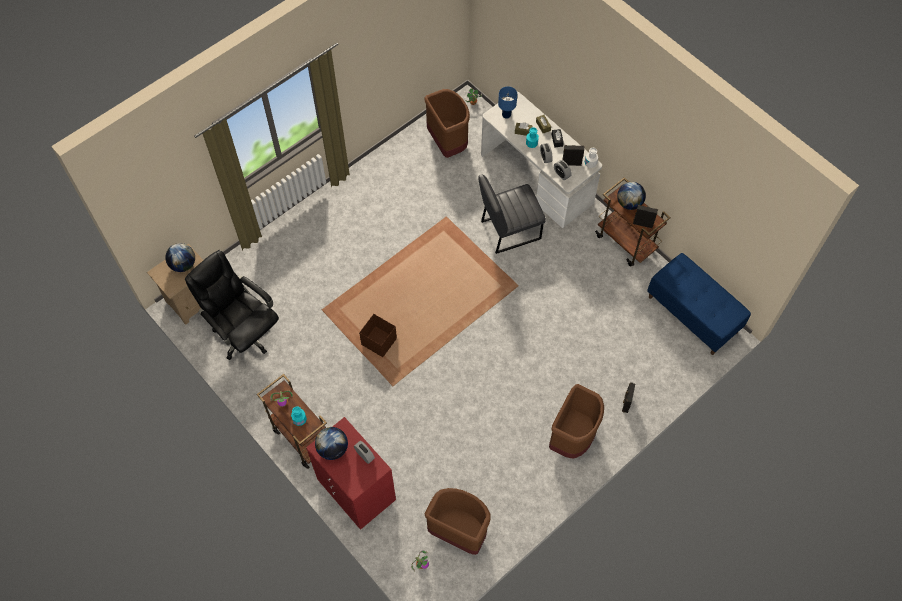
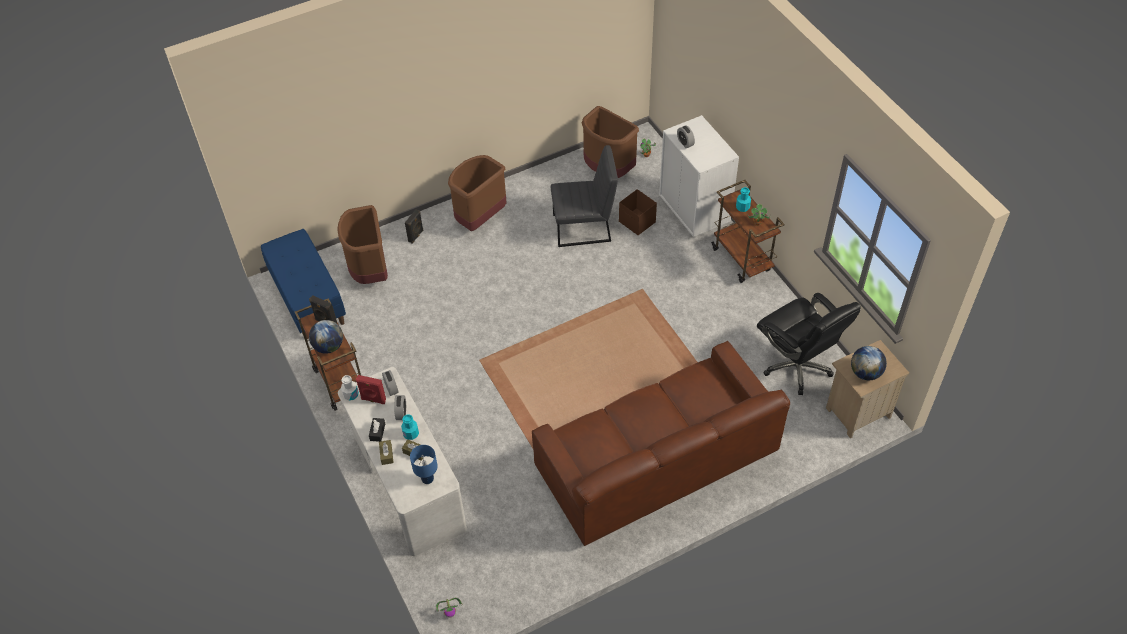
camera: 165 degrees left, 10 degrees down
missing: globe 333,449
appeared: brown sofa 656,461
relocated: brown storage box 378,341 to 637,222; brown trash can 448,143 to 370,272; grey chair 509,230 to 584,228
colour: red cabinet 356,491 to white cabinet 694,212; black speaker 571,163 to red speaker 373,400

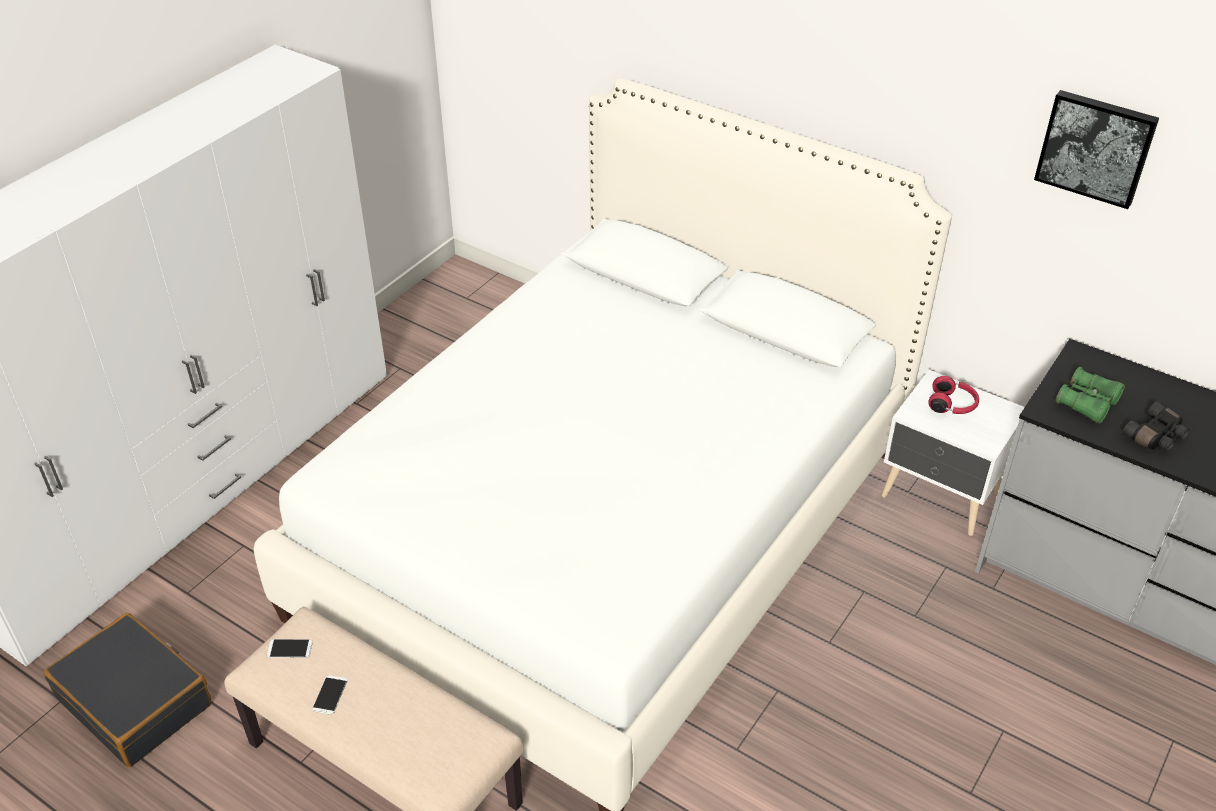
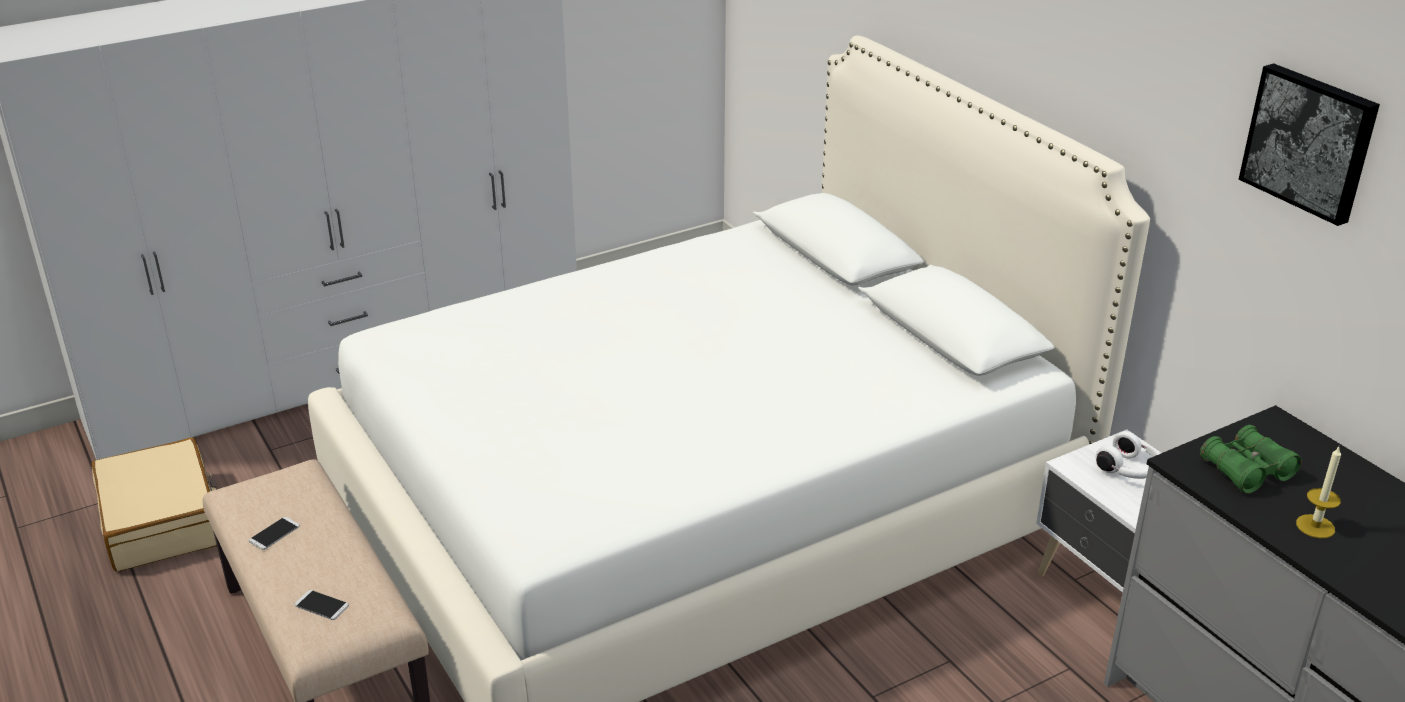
camera: 25 degrees right, 10 degrees down
relocated: phone 290,649 to 321,605
exchanged: black binoculars 1156,436 to candle 1315,526
colour: black suitcase 135,701 to beige suitcase 162,521; red headphones 952,405 to white headphones 1130,470

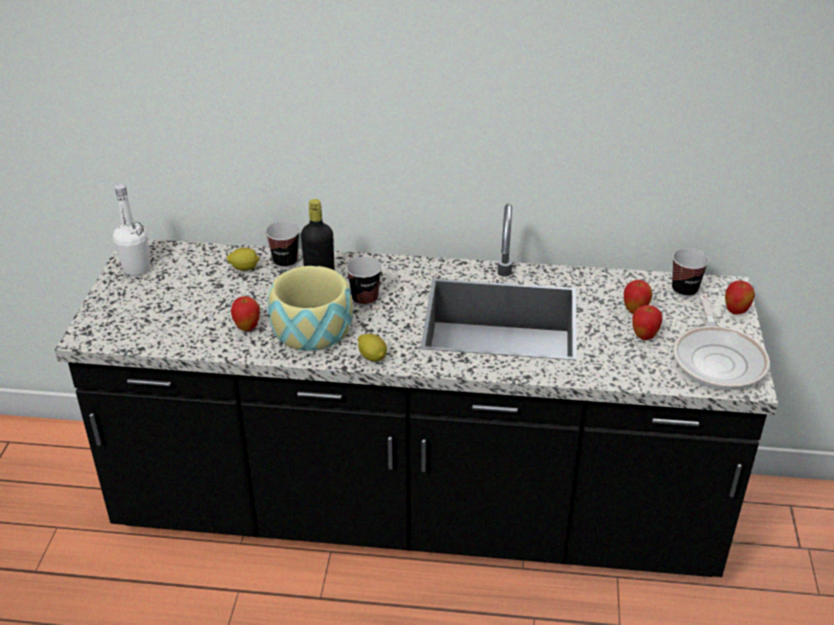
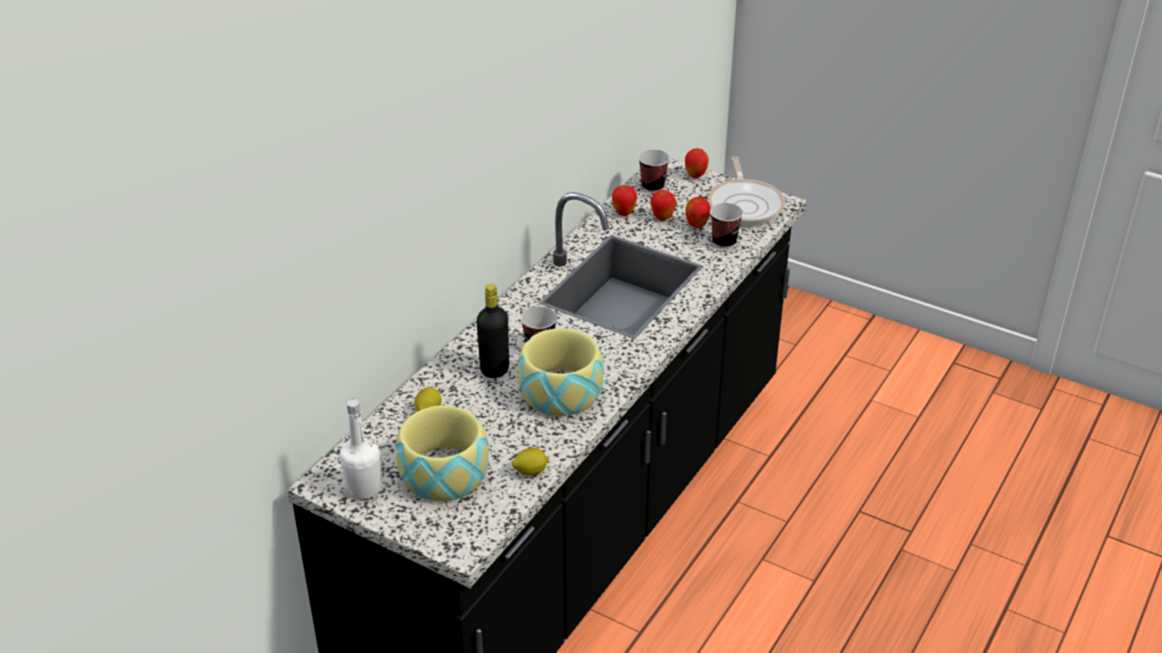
camera: 65 degrees left, 0 degrees up
appeared: bowl 444,473
relocated: apple 247,328 to 624,213; cup 285,261 to 724,242; lemon 372,357 to 530,471
spun: frying pan 718,359 = 745,204 60 degrees clockwise

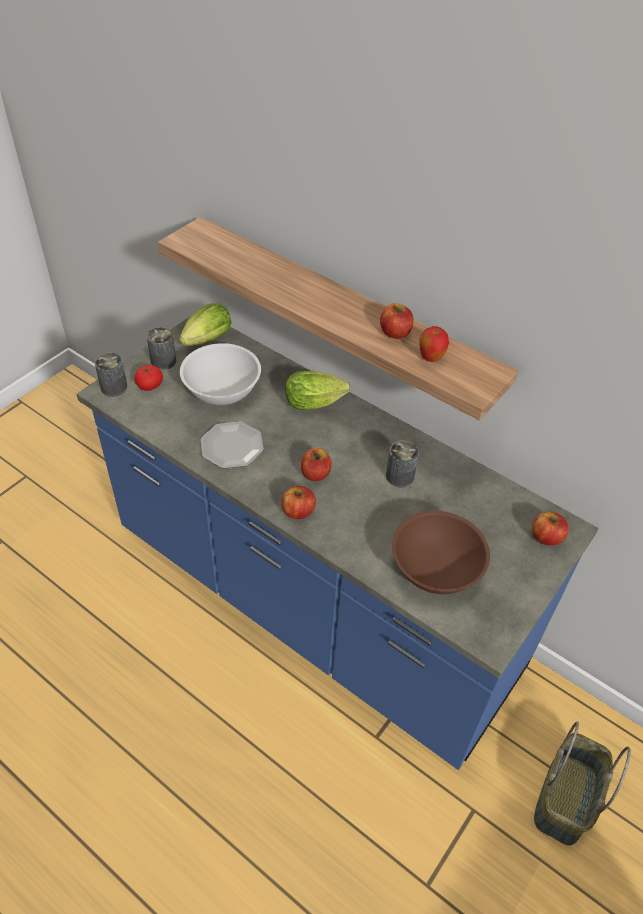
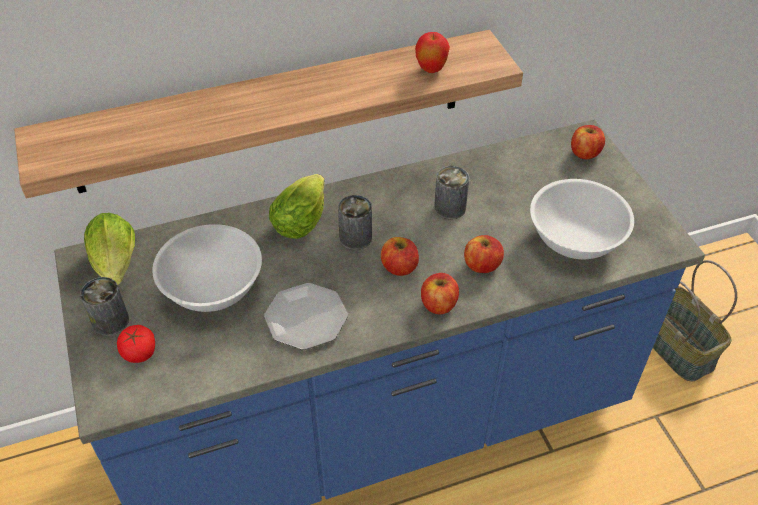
camera: 55 degrees left, 0 degrees up
relocated: can 114,387 to 355,237; apple 395,333 to 482,265
colour: brown bowl 436,570 to white bowl 576,239

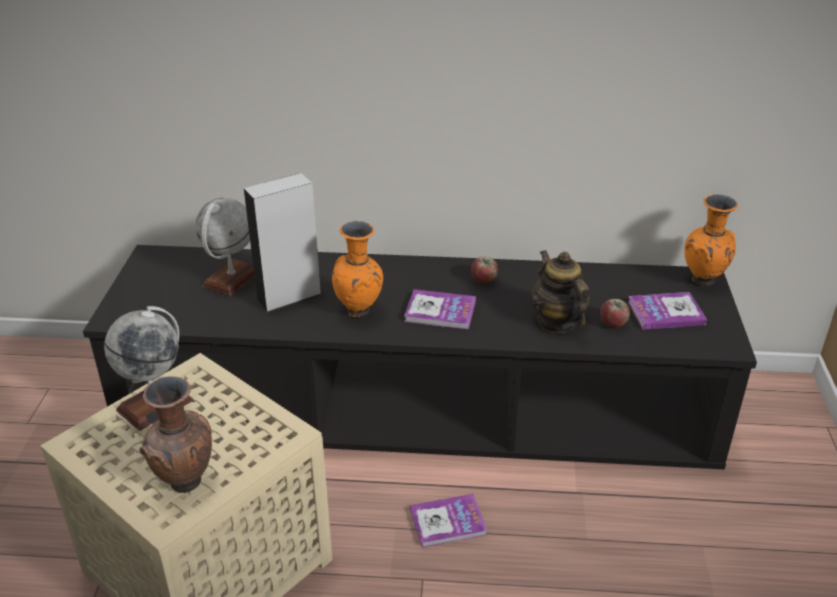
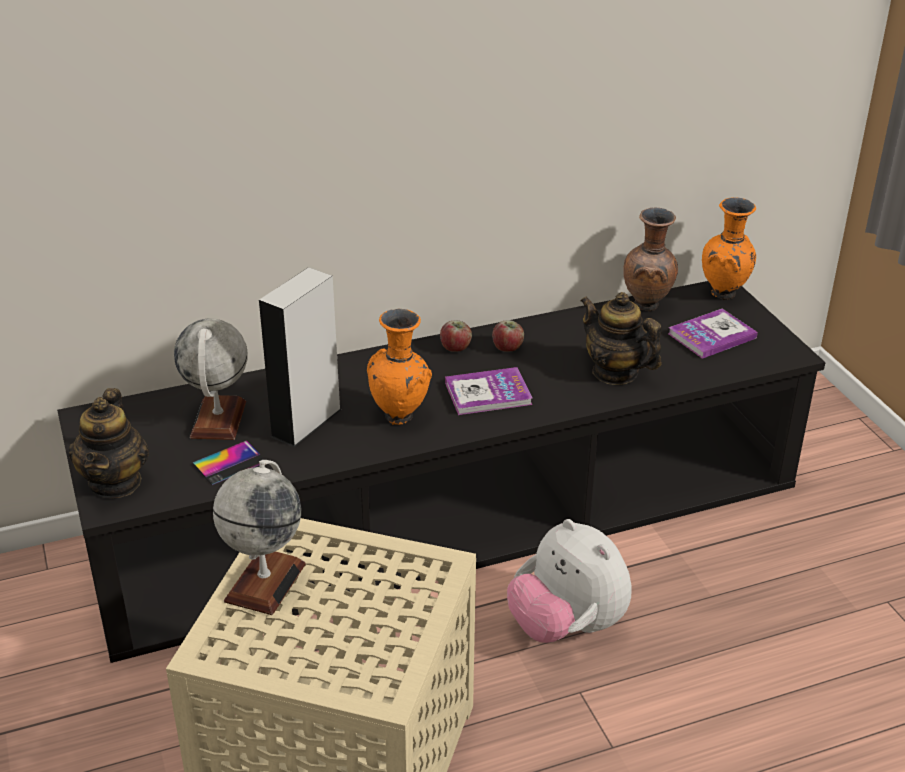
camera: 25 degrees left, 0 degrees up
appeared: teapot 115,482; phone 229,463
relocated: brown vase 186,484 to 647,306; apple 613,324 to 456,348
exchanged: book 448,522 to plush toy 566,626

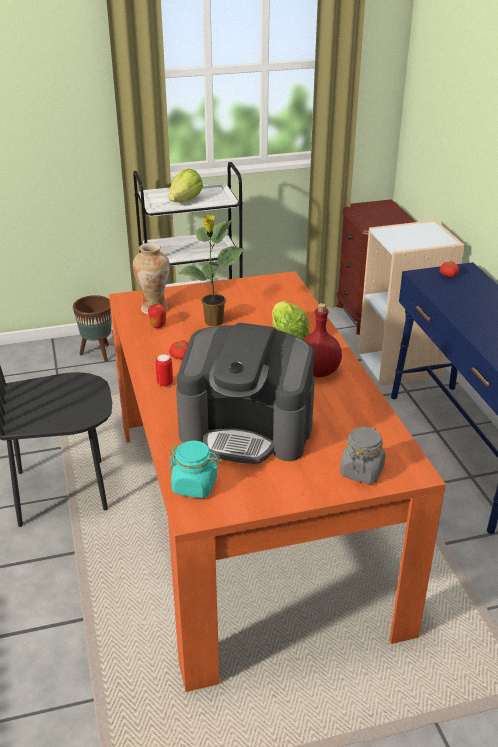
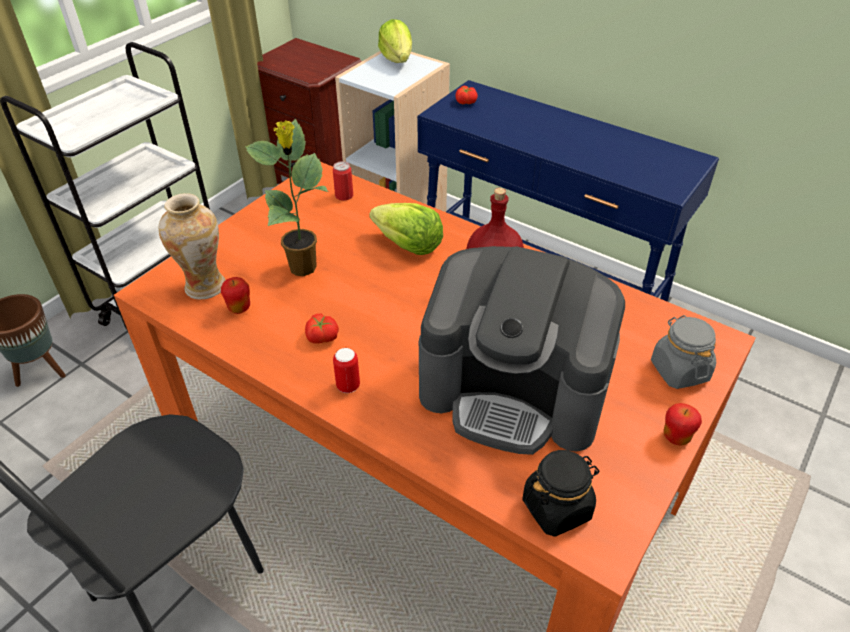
camera: 40 degrees left, 10 degrees up
appeared: can 344,196; apple 676,437
relocated: lettuce 185,201 to 397,59
colour: turquoise jar 195,486 to black jar 557,508
spun: coffee machine 247,429 = 514,390 45 degrees clockwise

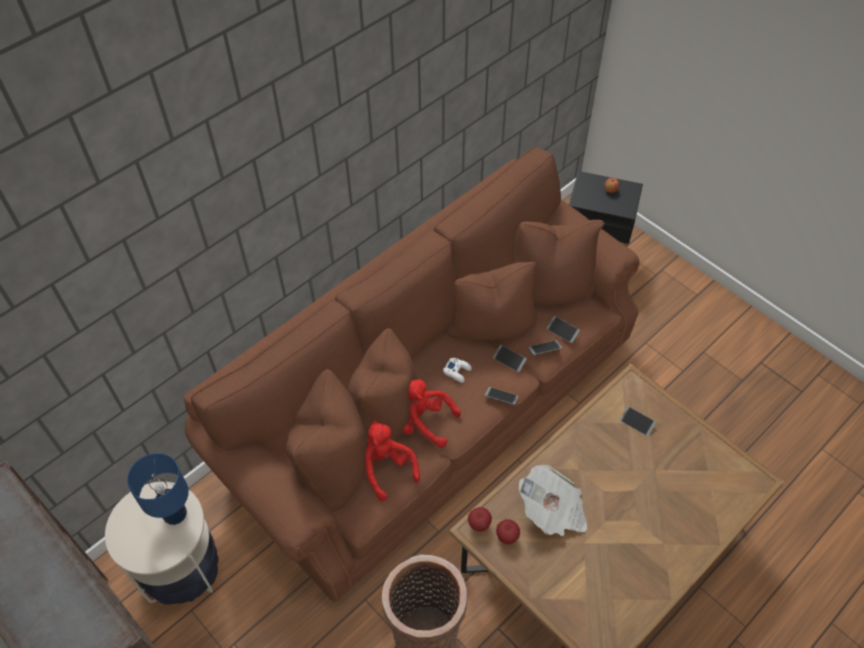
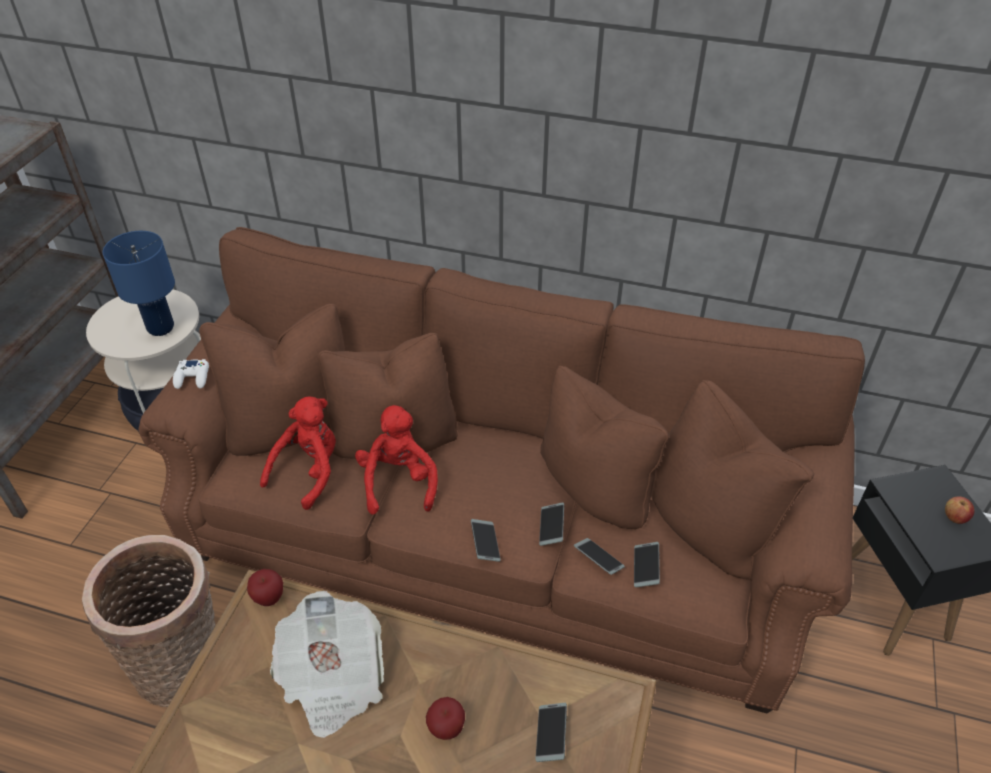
camera: 60 degrees right, 10 degrees down
relocated: white game controller 457,371 to 193,378; apple 507,537 to 446,729

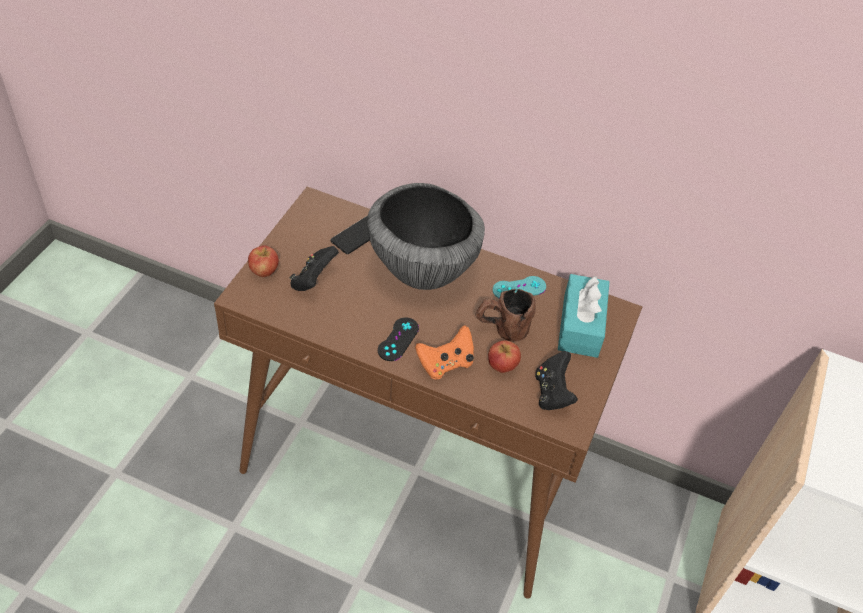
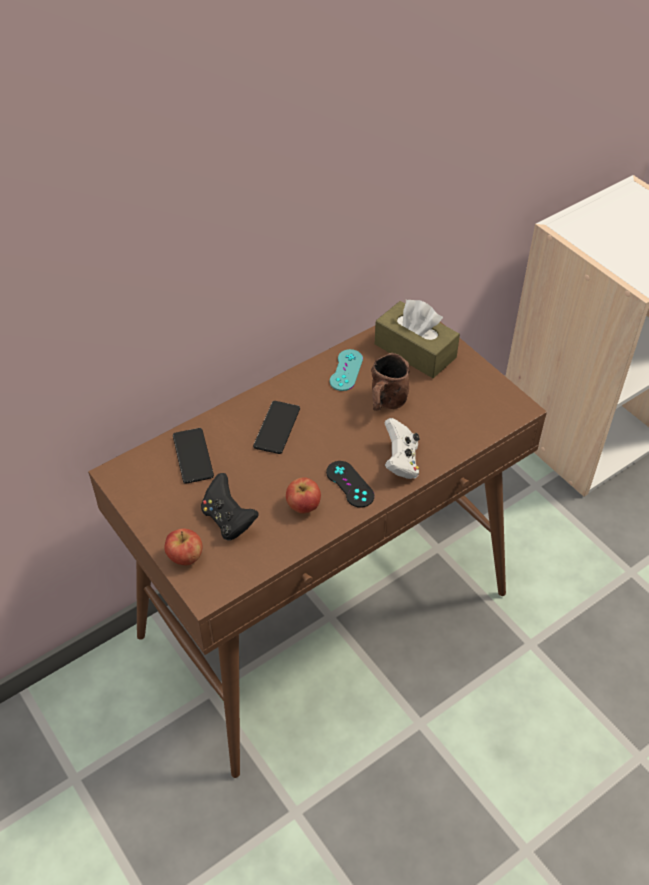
camera: 55 degrees left, 0 degrees up
missing: black game controller 552,393
relocated: apple 502,366 to 303,506
exchanged: bowl 423,270 to phone 277,428
colour: orange game controller 445,364 to white game controller 401,462; turquoise tissue box 580,325 to brown tissue box 415,351

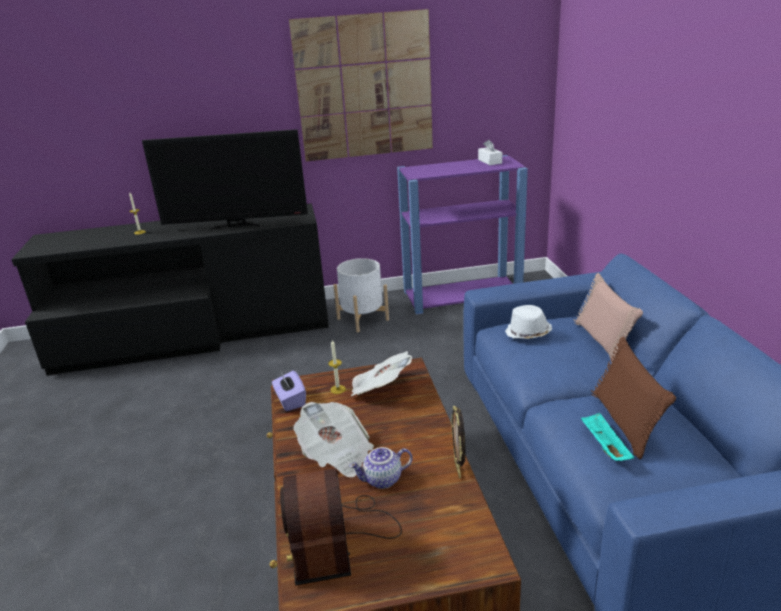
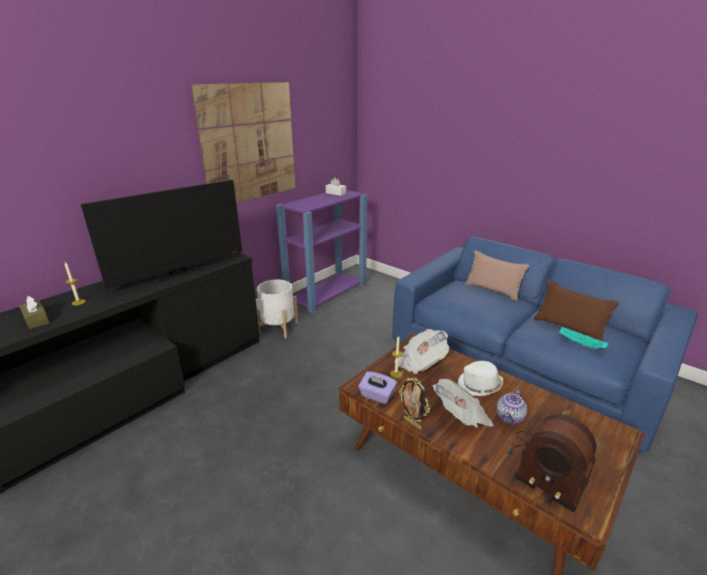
camera: 40 degrees left, 0 degrees up
appeared: brown tissue box 36,320
relocated: picture frame 458,469 to 413,423; white hat 527,333 to 479,386

